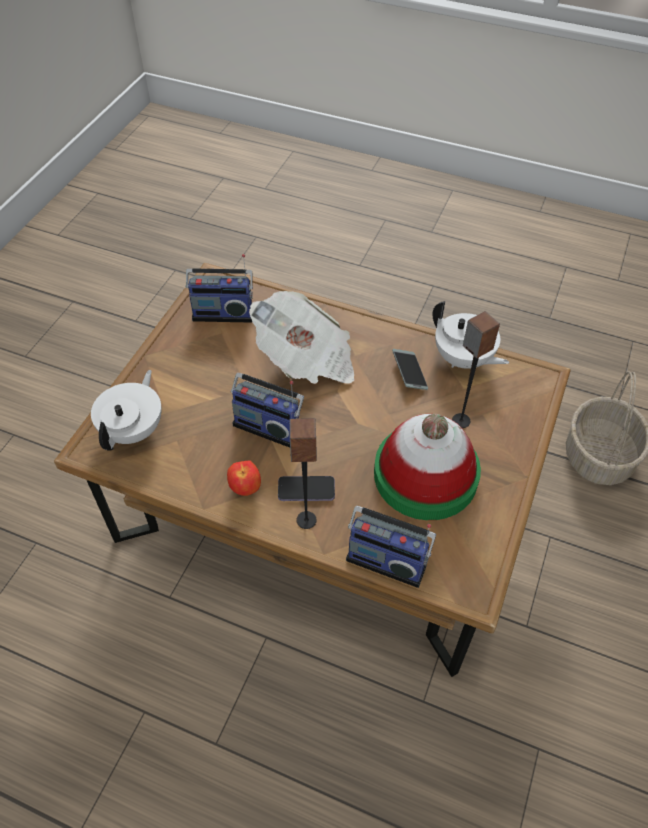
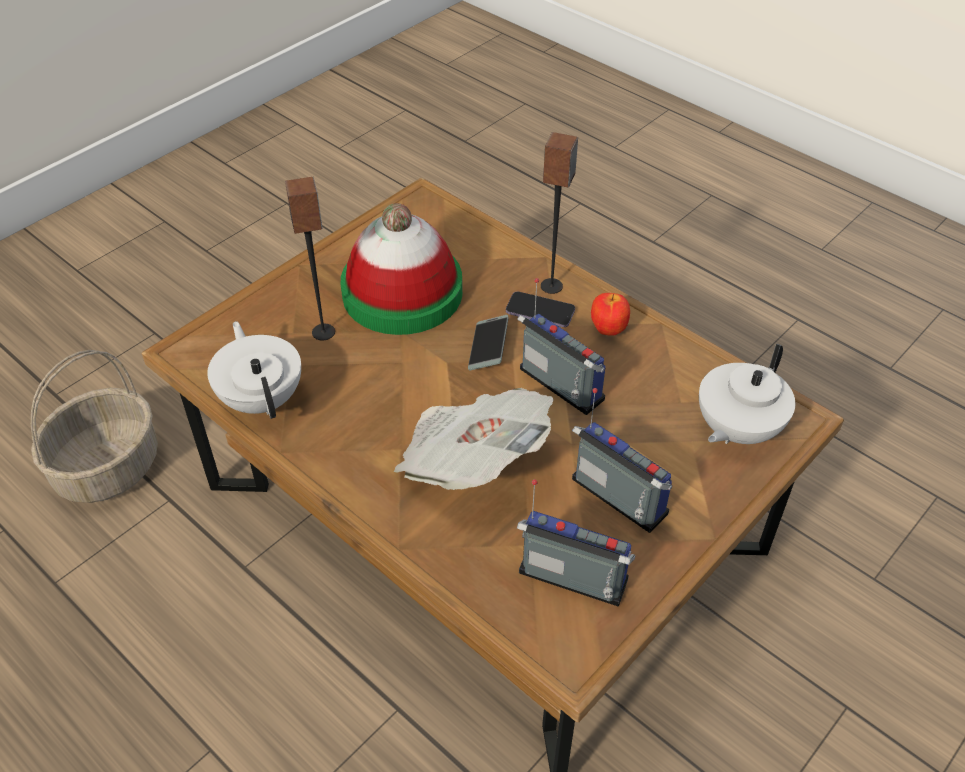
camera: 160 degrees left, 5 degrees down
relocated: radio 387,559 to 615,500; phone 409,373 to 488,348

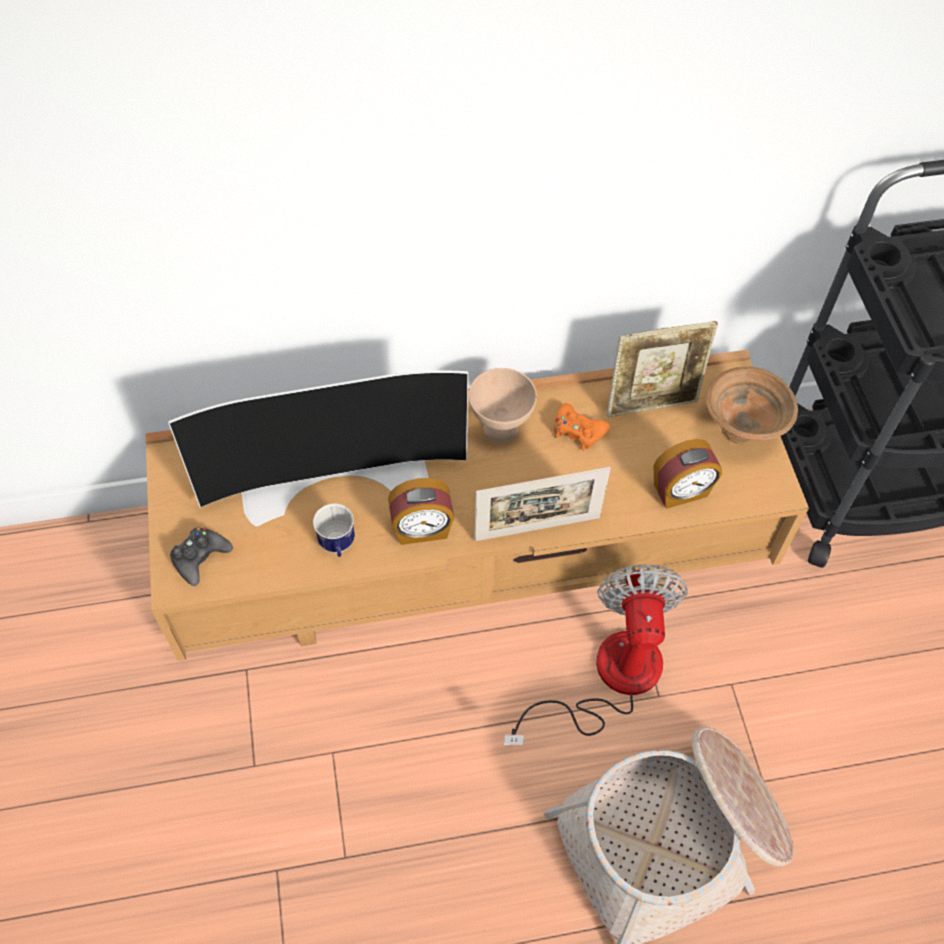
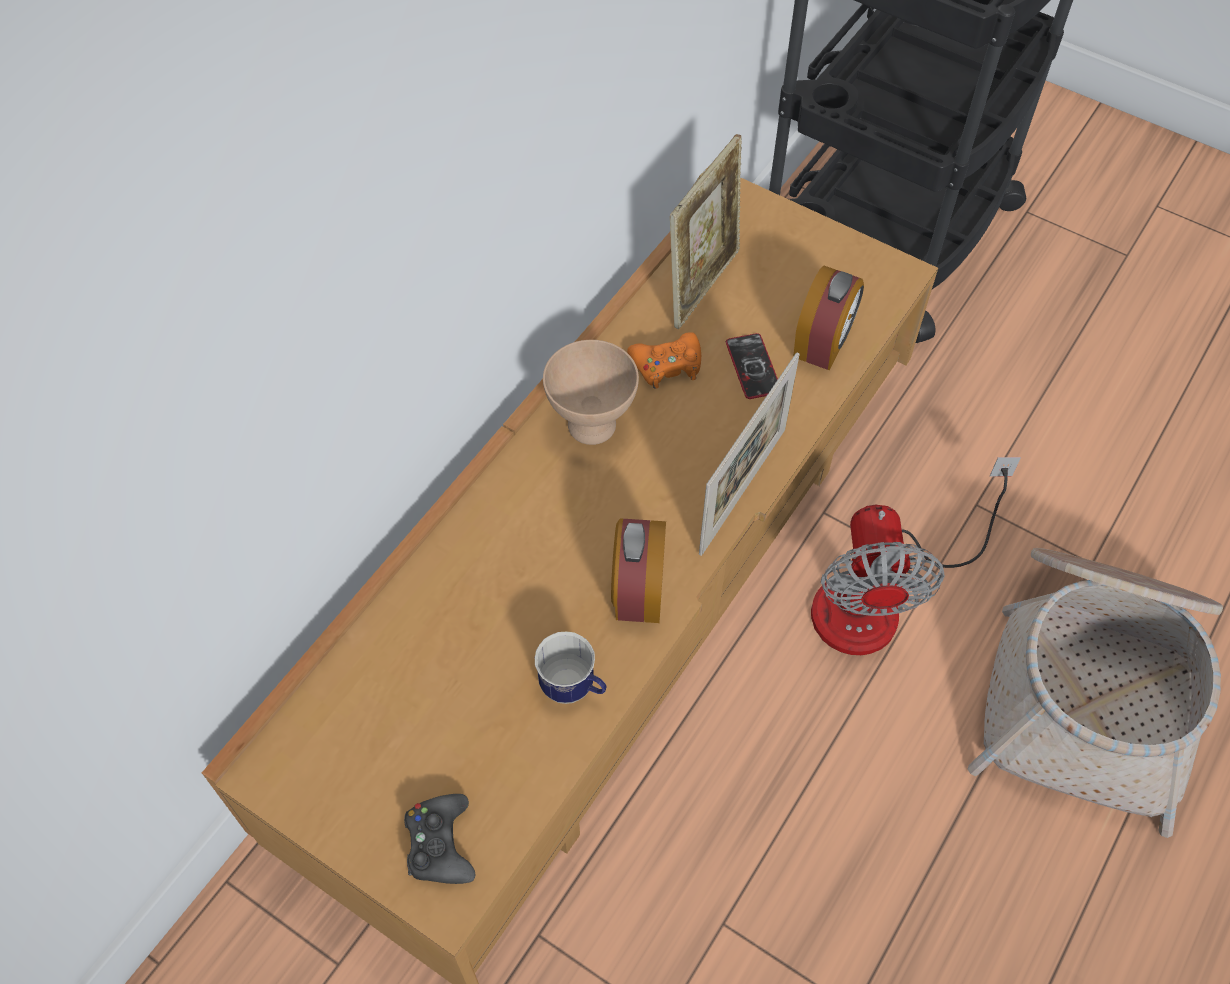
camera: 45 degrees left, 0 degrees up
missing: television 335,475; brown bowl 741,433
appeared: phone 753,367
spun: alarm clock 422,529 = 637,592 150 degrees clockwise; fan 609,678 = 879,597 135 degrees counterclockwise

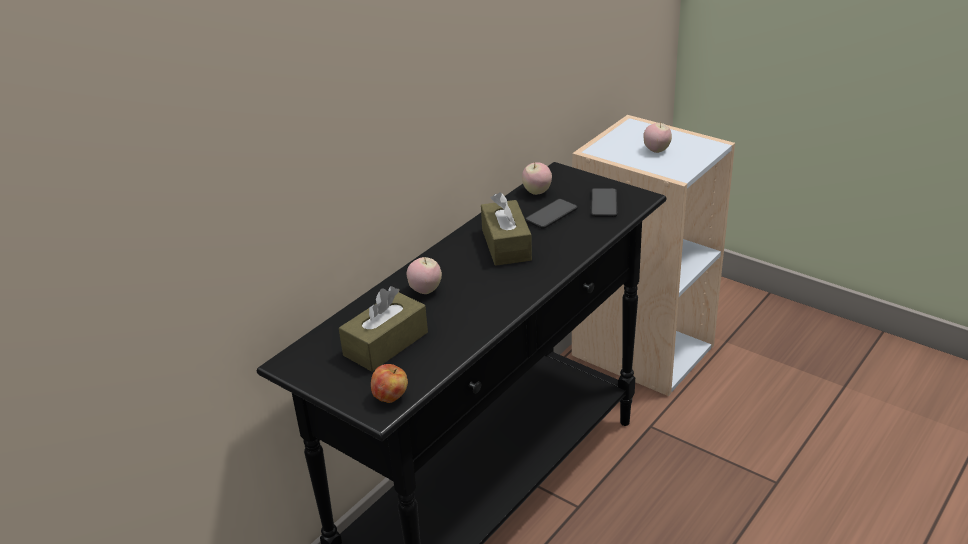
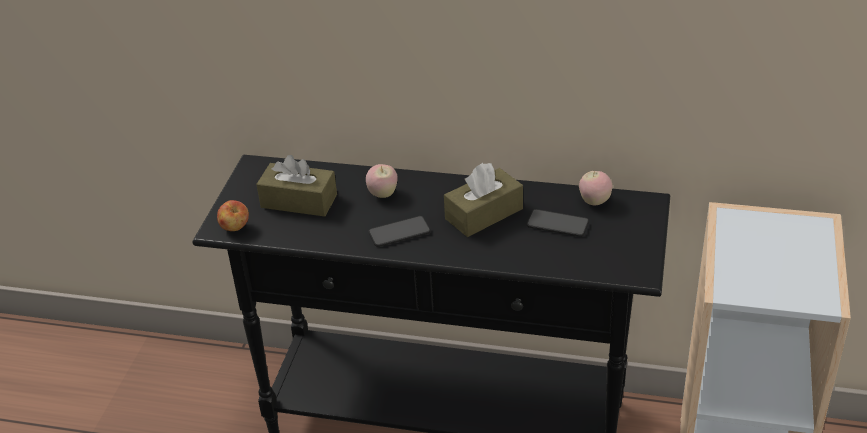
camera: 65 degrees right, 5 degrees up
missing: apple 656,150
relocated: phone 604,203 to 399,232

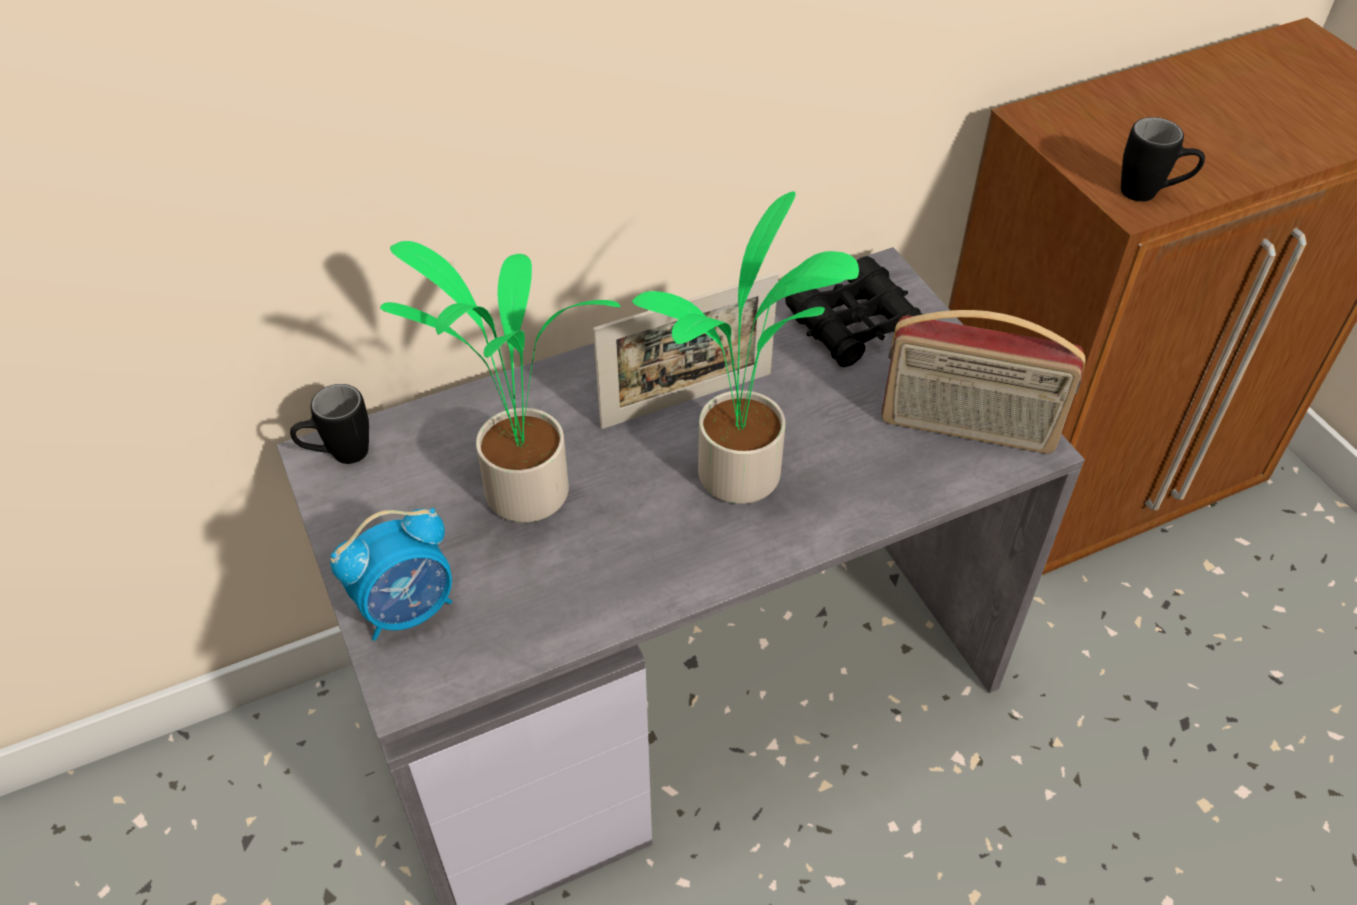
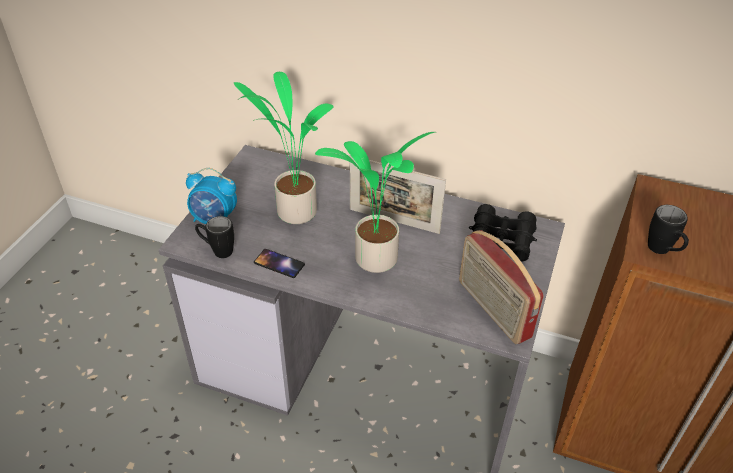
camera: 45 degrees right, 5 degrees down
appeared: phone 279,264
relocated: black mug 339,456 to 217,250

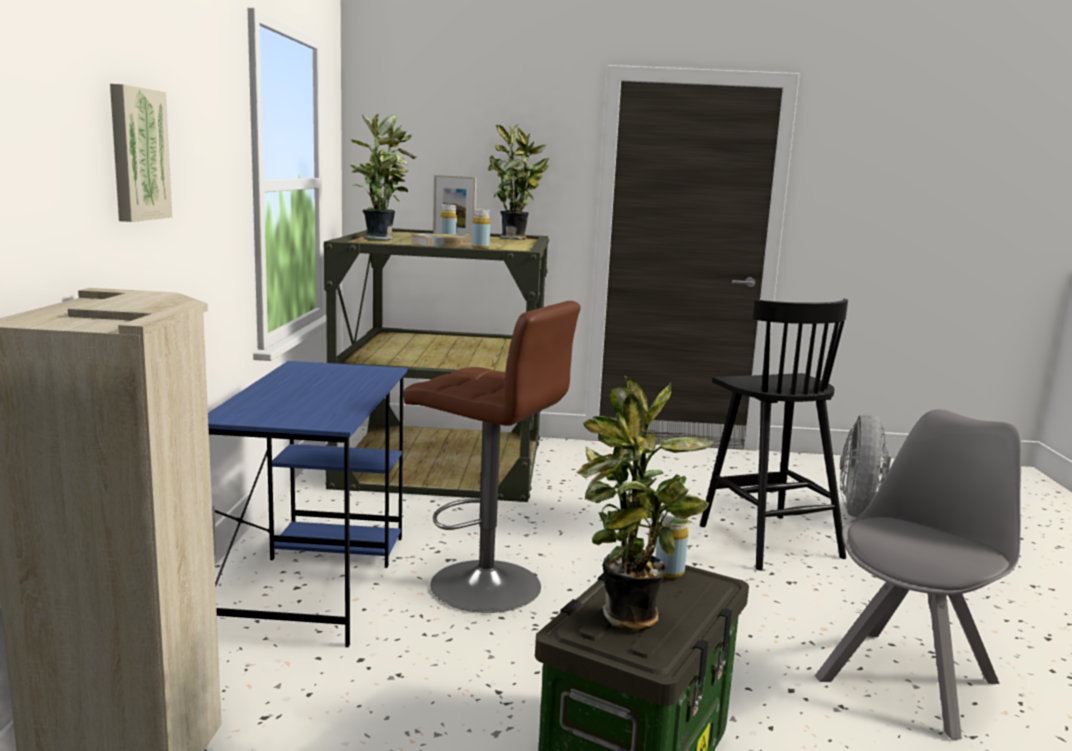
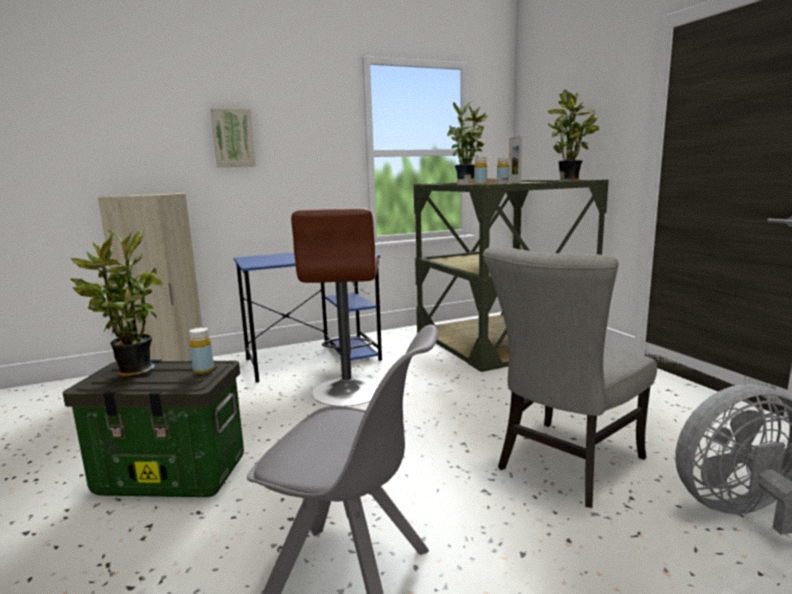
camera: 65 degrees right, 0 degrees up
exchanged: black stool 766,539 to grey chair 564,465

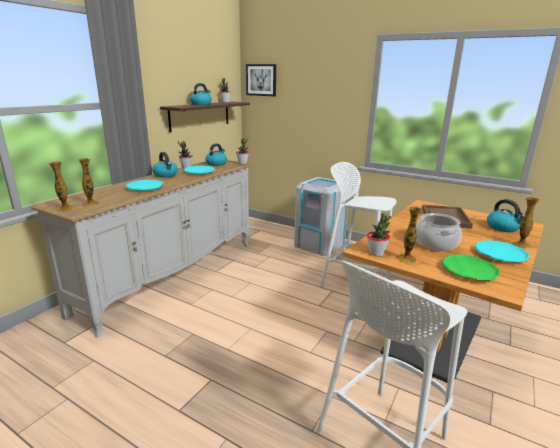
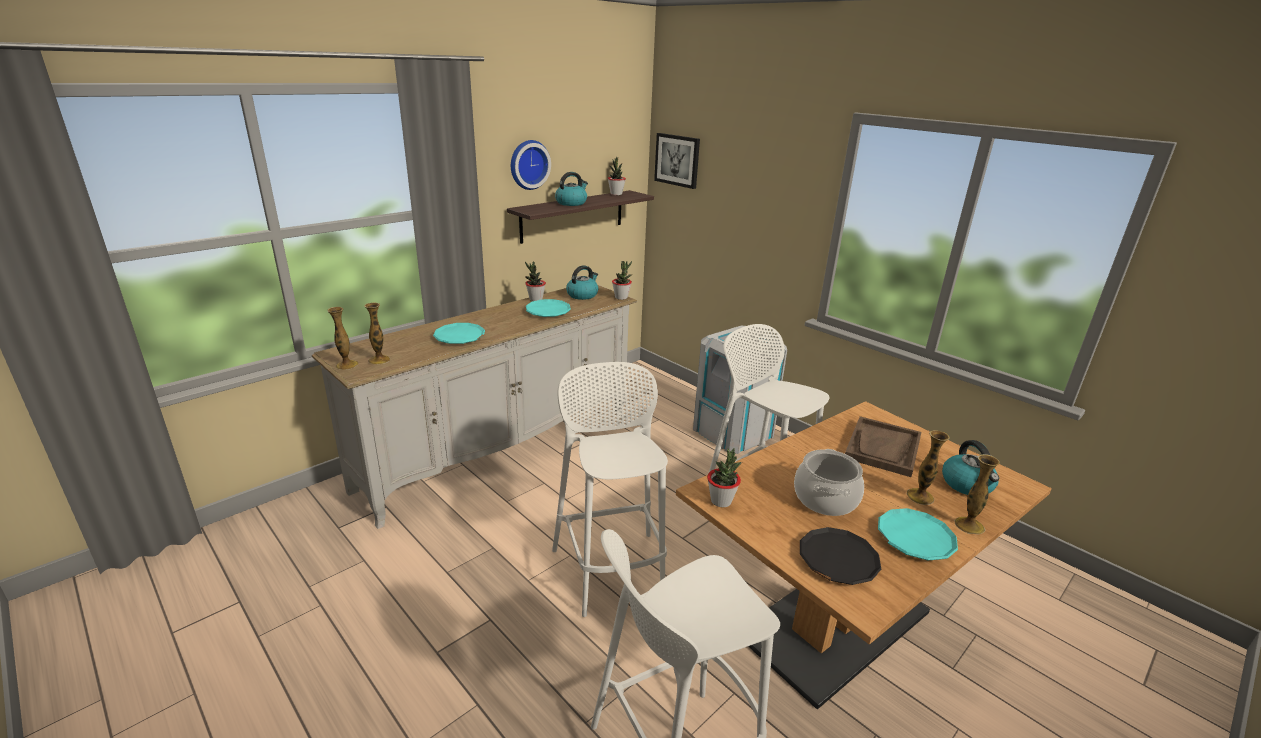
camera: 15 degrees right, 5 degrees up
missing: kettle 166,175
appeared: wall clock 528,164; white stool 612,570
relocated: vase 406,258 to 920,496
colour: green plate 469,271 to black plate 838,560

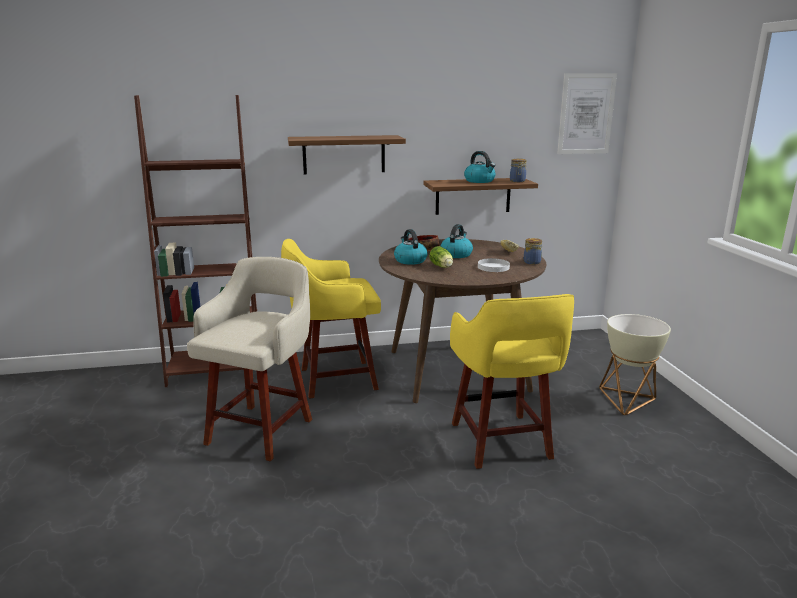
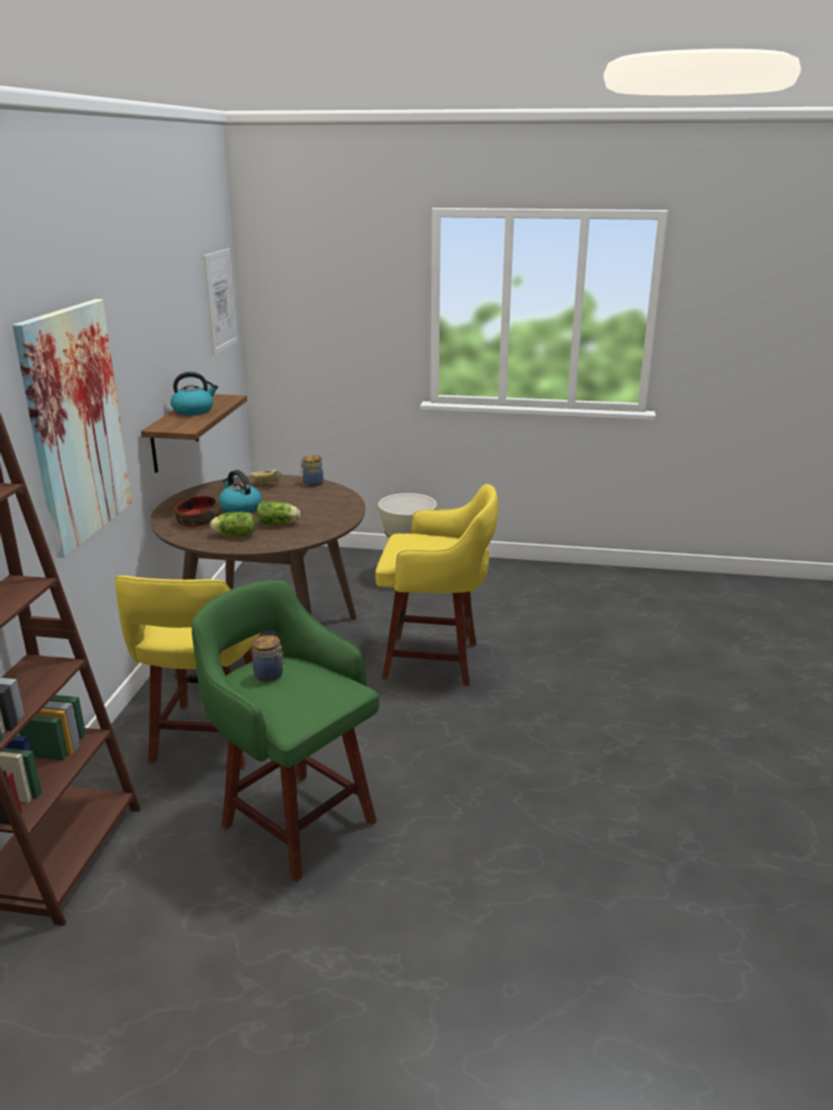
camera: 70 degrees left, 5 degrees up
missing: white plate 493,267
relocated: jar 517,181 to 270,675
exchanged: shelf 344,154 to picture 76,425; kettle 410,260 to lettuce 233,535
colour: beige stool 263,429 to green stool 295,820

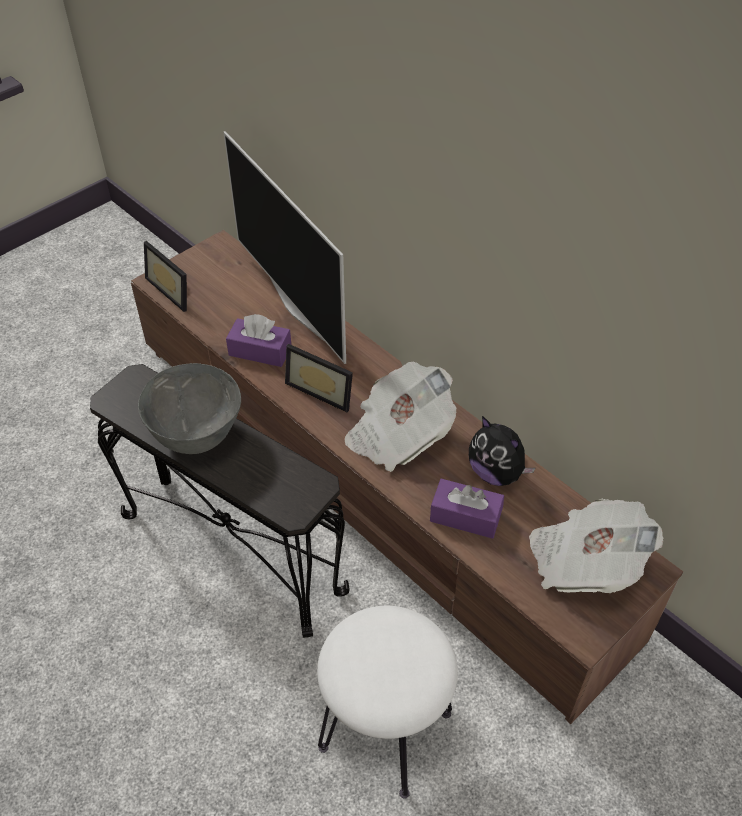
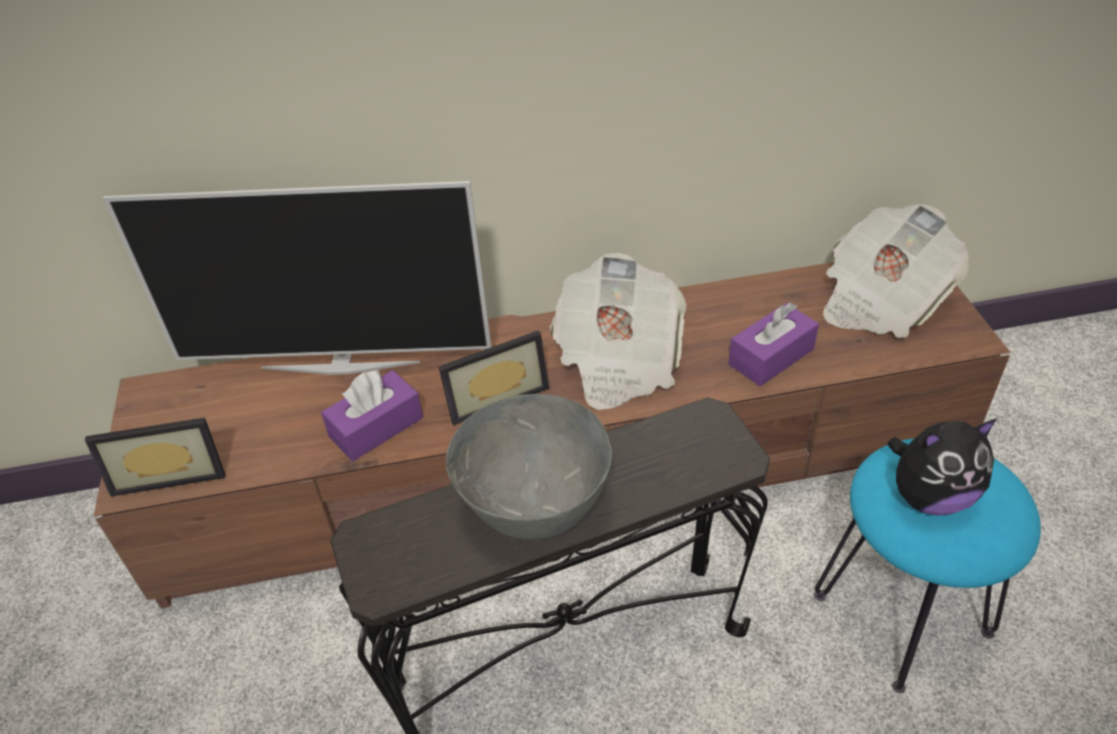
camera: 55 degrees left, 5 degrees down
relocated: plush toy 496,473 to 929,496
colour: white stool 385,730 to turquoise stool 901,614

